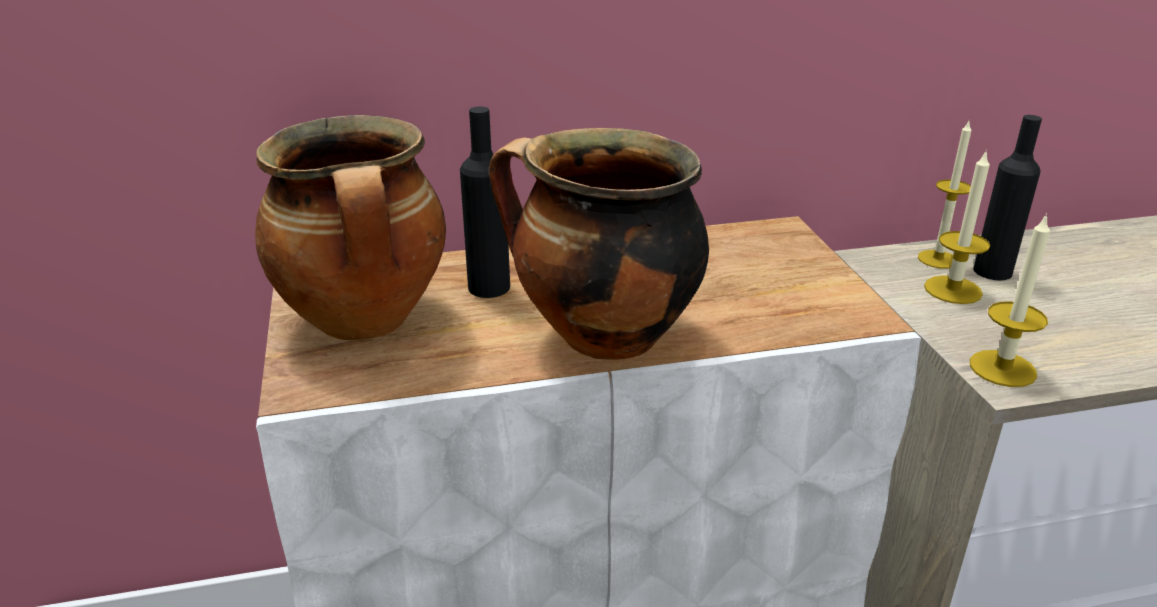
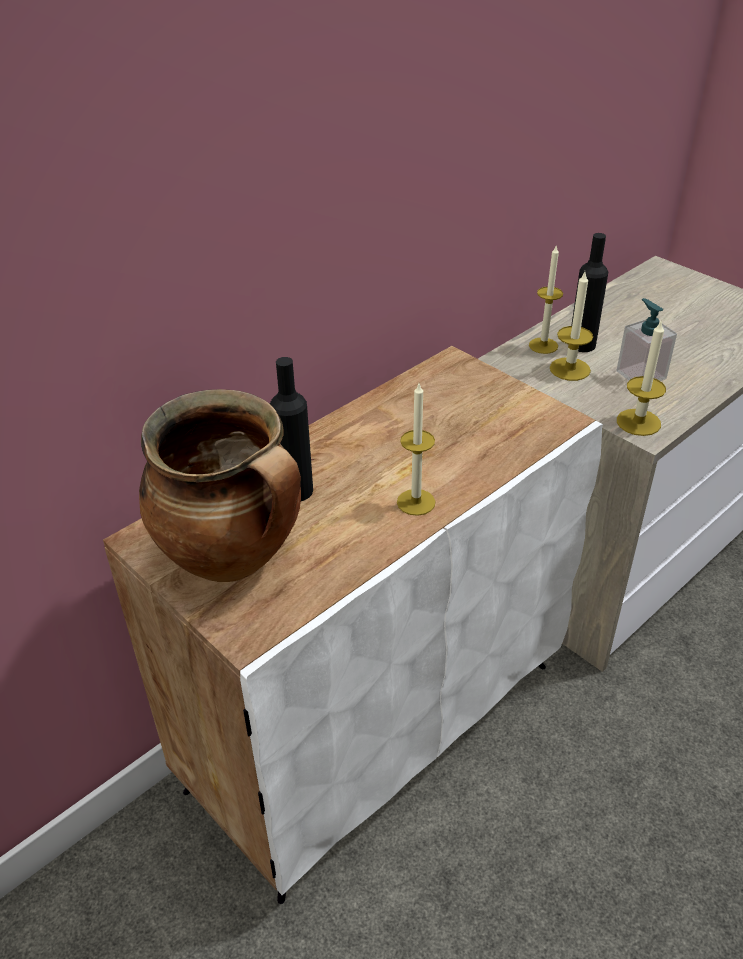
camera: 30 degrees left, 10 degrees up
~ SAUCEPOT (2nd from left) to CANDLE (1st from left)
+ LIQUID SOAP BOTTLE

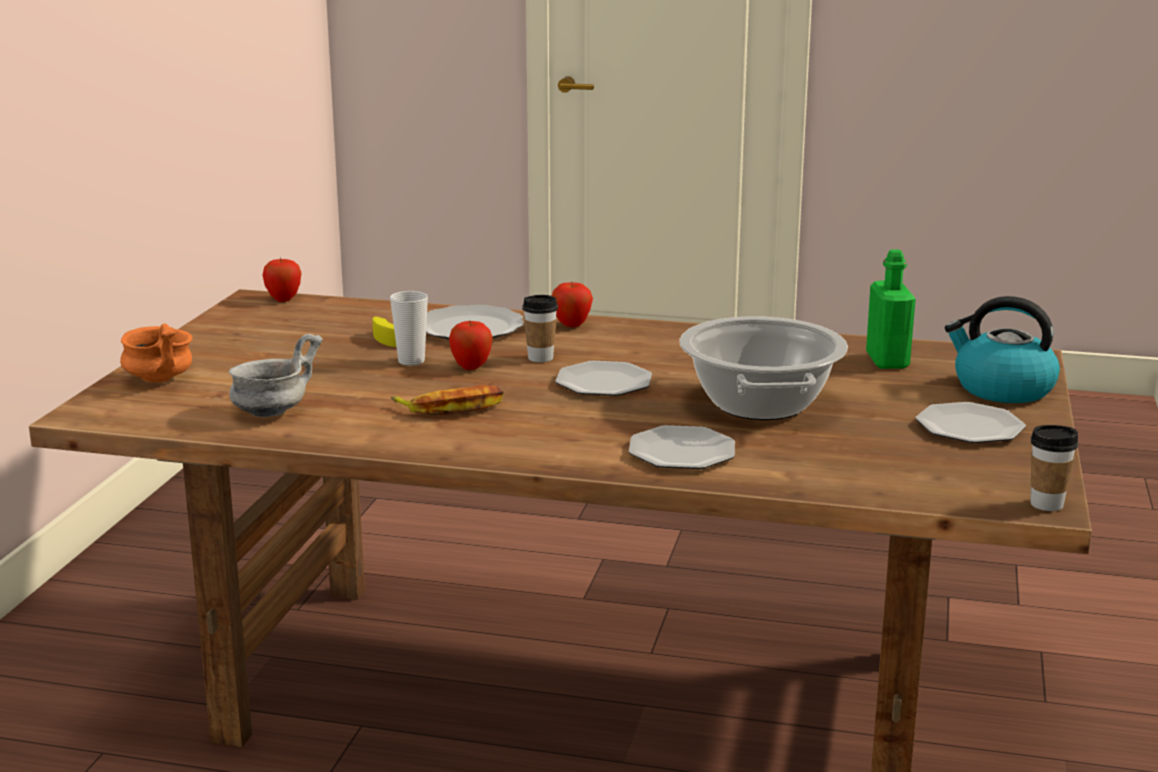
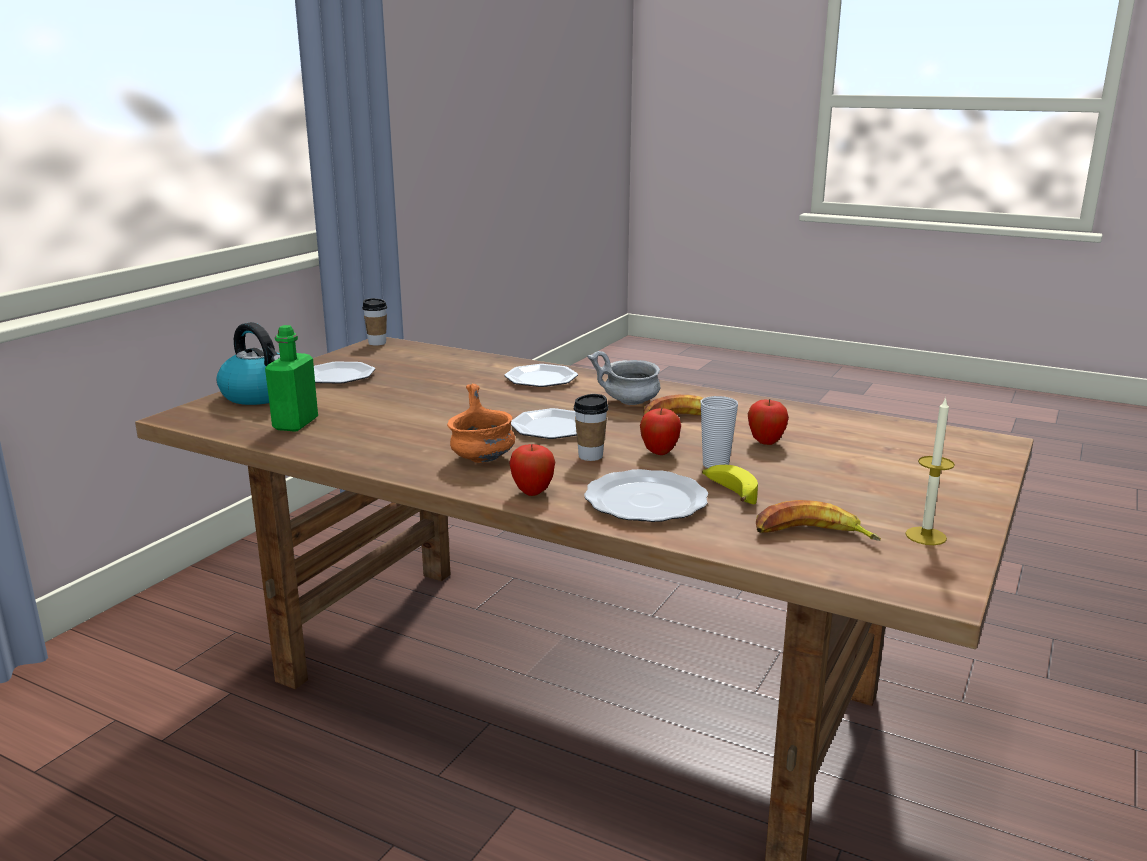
camera: 165 degrees left, 0 degrees up
~ WHOLE APPLE (1st from left in the first image) to WHOLE APPLE (3rd from left)
- SAUCEPOT
~ ORANGE-COLOURED DEEP DISH
~ GREY DEEP DISH
+ CANDLE
+ WHOLE BANANA (3rd from left)

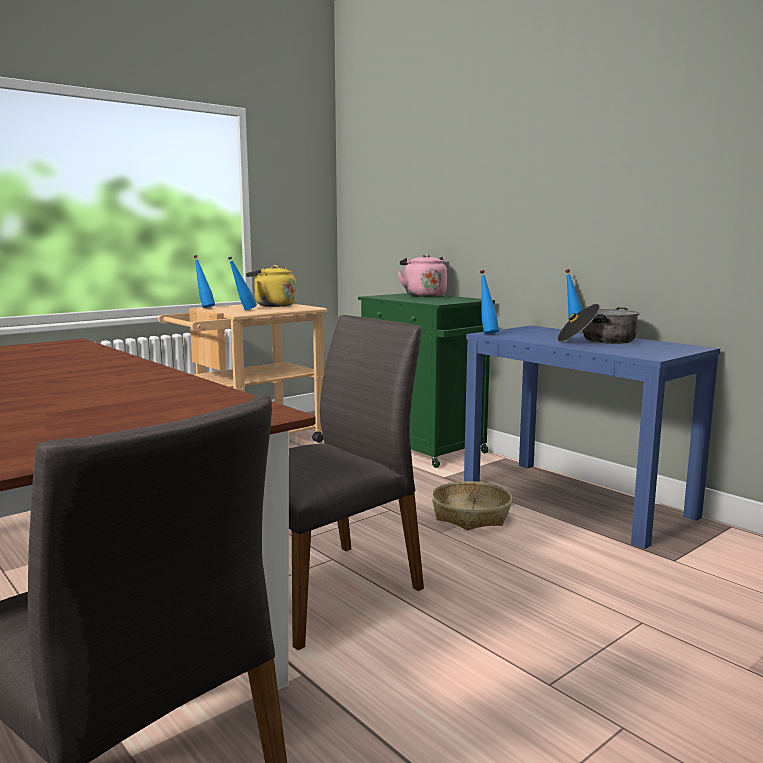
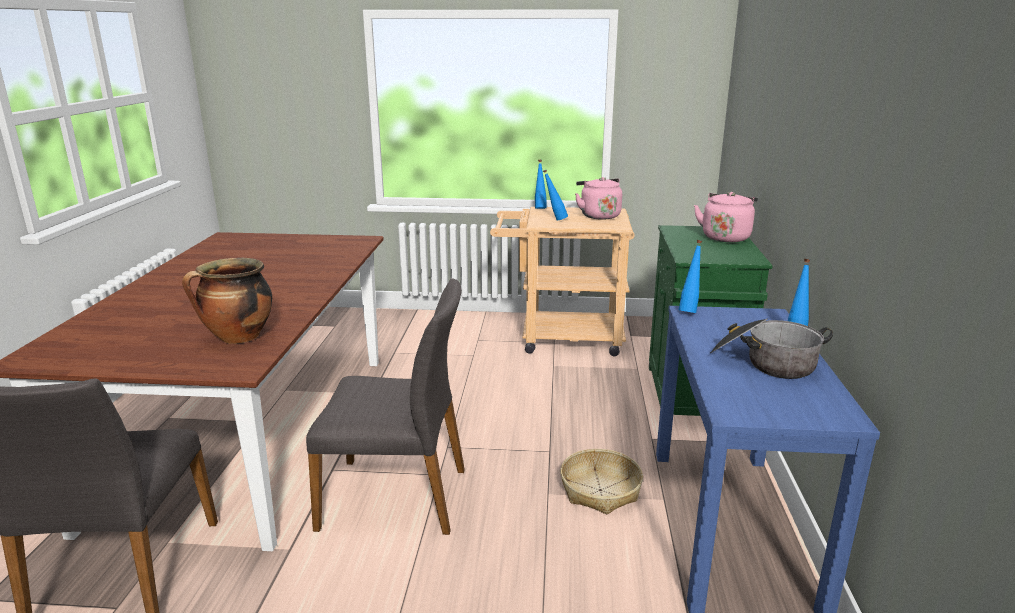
camera: 45 degrees right, 10 degrees up
~ YELLOWISH KETTLE to PINK KETTLE (1st from left)
+ SAUCEPOT (1st from left)

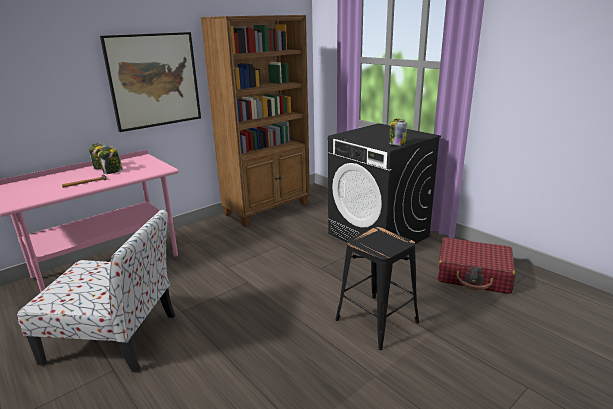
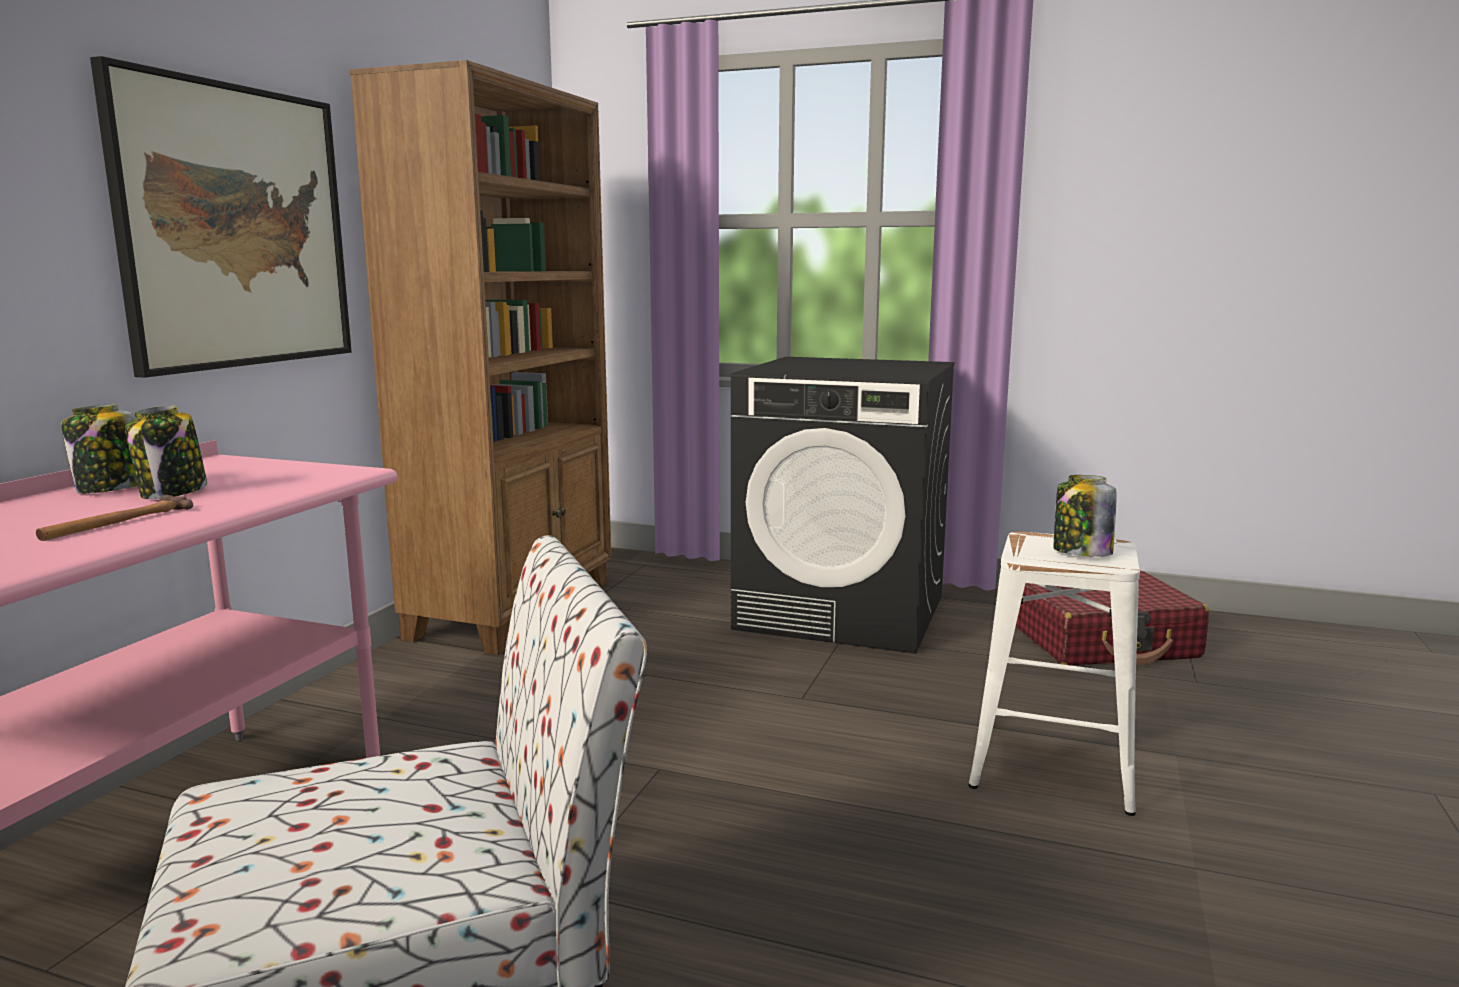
camera: 30 degrees left, 10 degrees down
~ JAR (3rd from left)
~ BLACK STOOL to WHITE STOOL

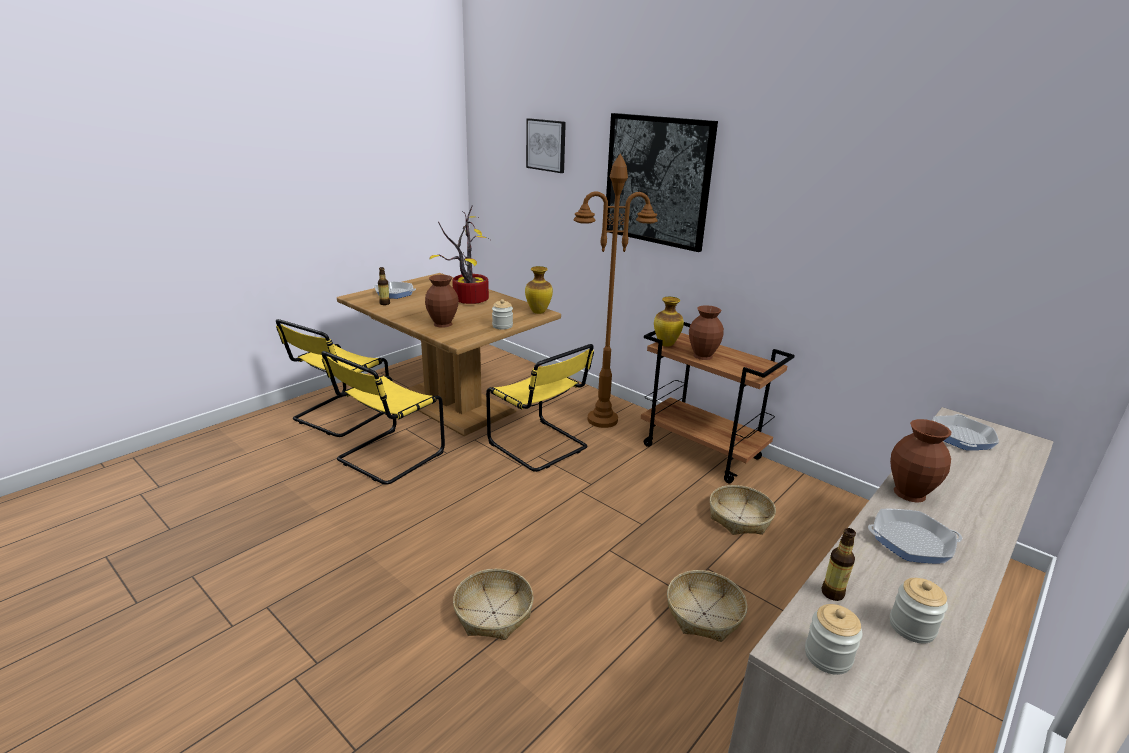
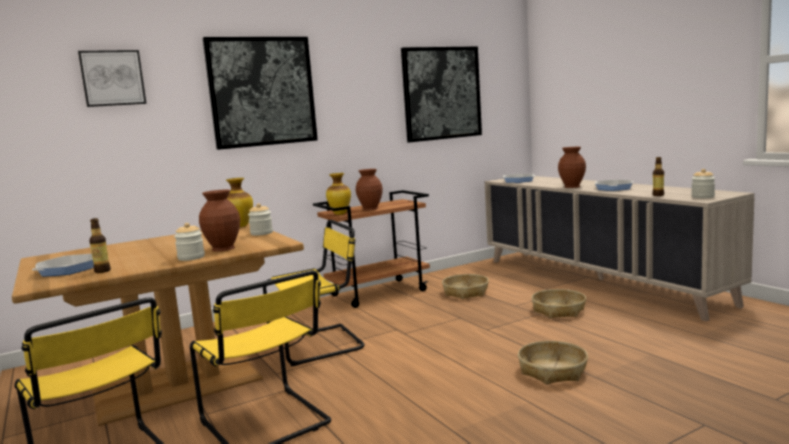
camera: 70 degrees left, 15 degrees down
- BROWNISH STANDARD LAMP
- POTTED PLANT
~ JAR (3rd from left in the first image) to JAR (1st from left)
+ WALL ART (3rd from left)

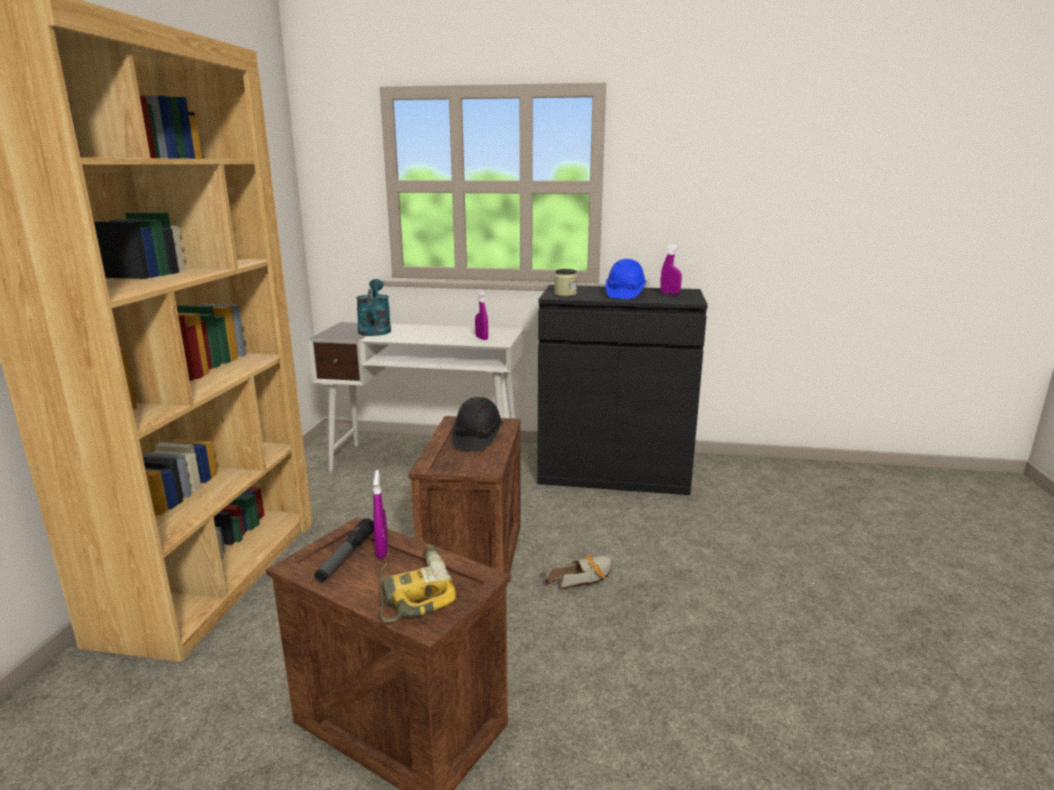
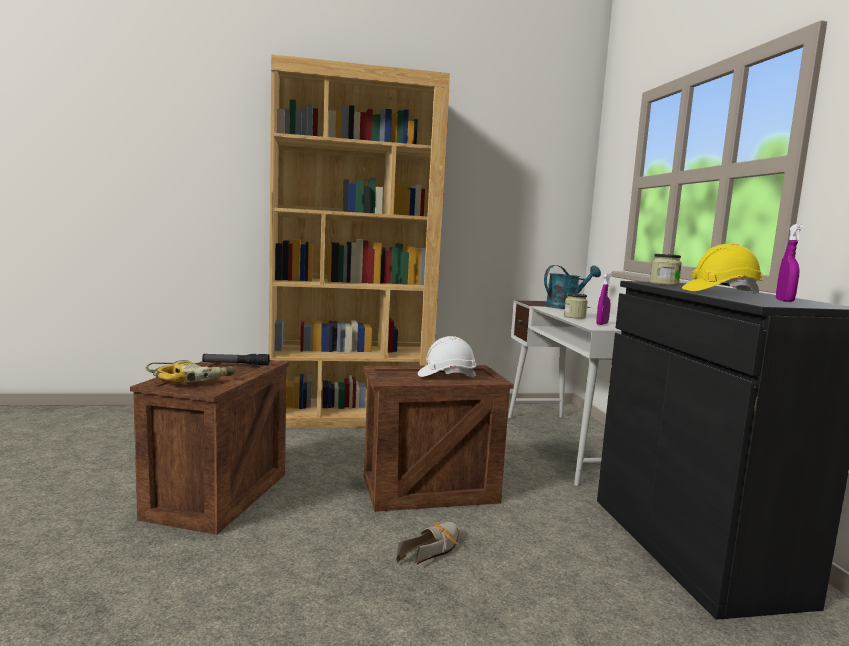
camera: 70 degrees right, 10 degrees down
~ BLUE-COLOURED HARD HAT to YELLOWISH HARD HAT
~ BLACK HARD HAT to WHITE HARD HAT
- PURPLISH HAND SPRAYER (1st from left)
~ ITEM OF FOOTWEAR 90 degrees counterclockwise
+ JAR (1st from left)

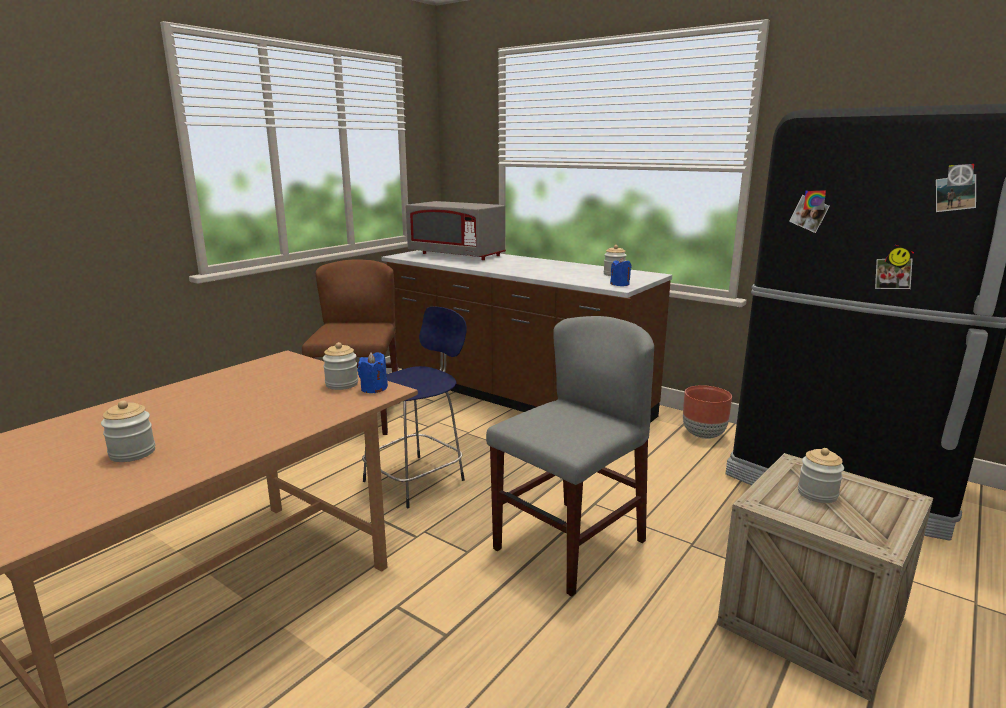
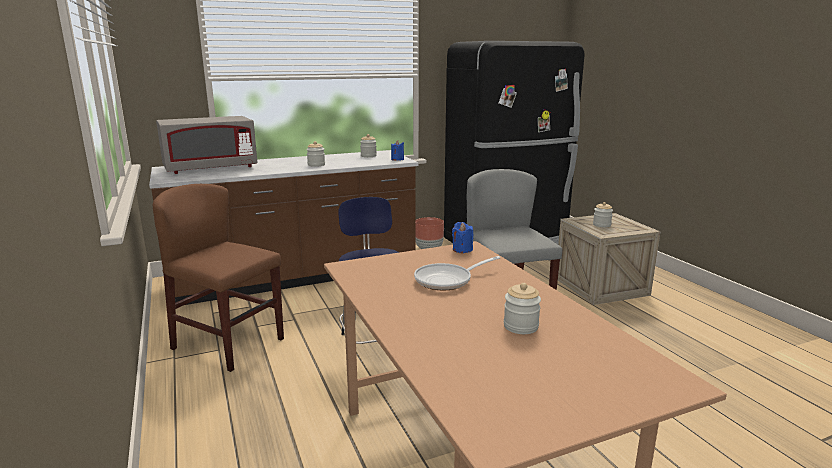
camera: 60 degrees left, 0 degrees up
~ JAR (2nd from left in the first image) to JAR (1st from left)
+ PAN

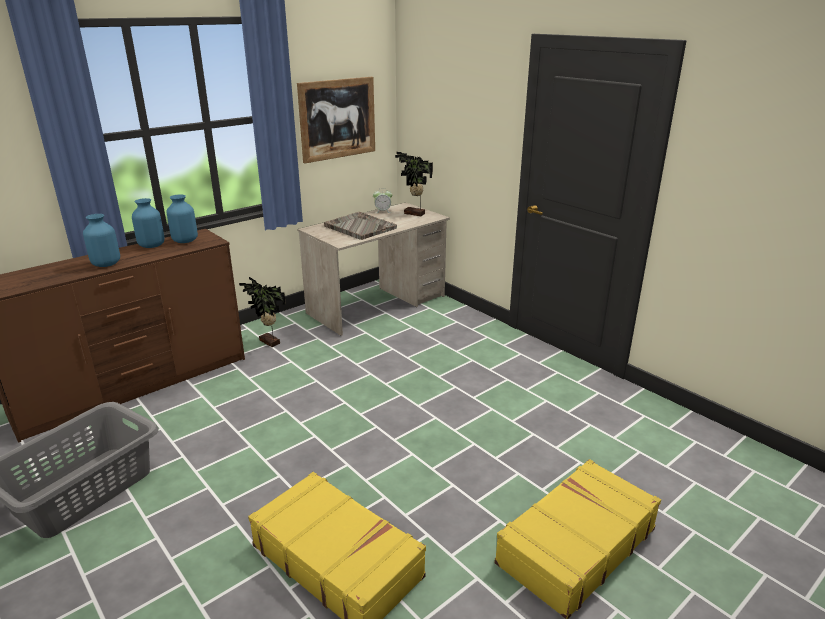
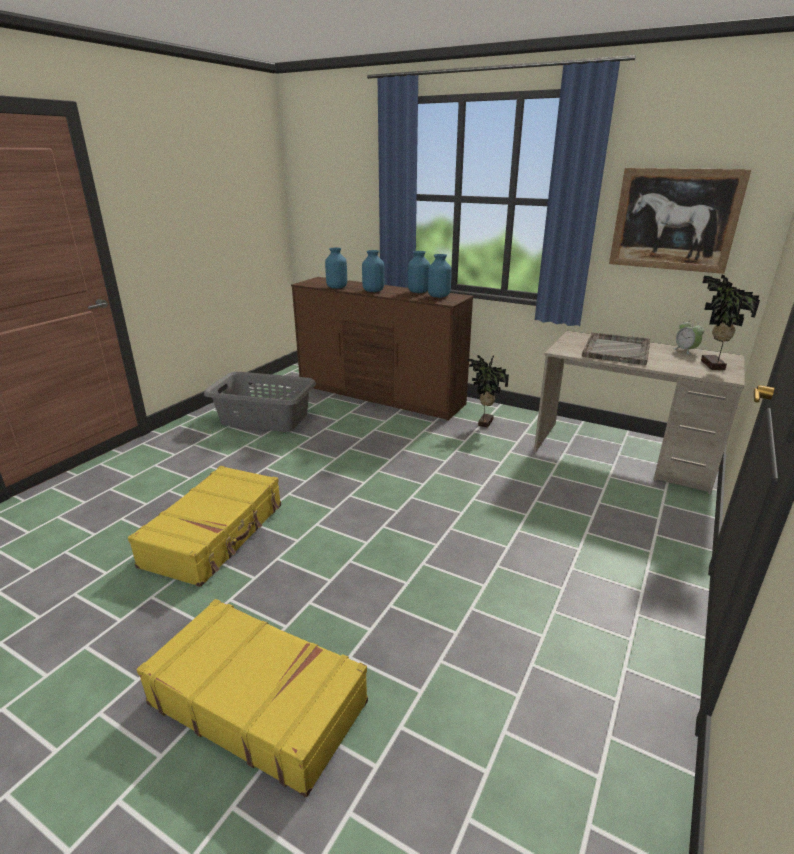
camera: 70 degrees right, 0 degrees up
+ BLUE-COLOURED FLOWER VASE (1st from left)

